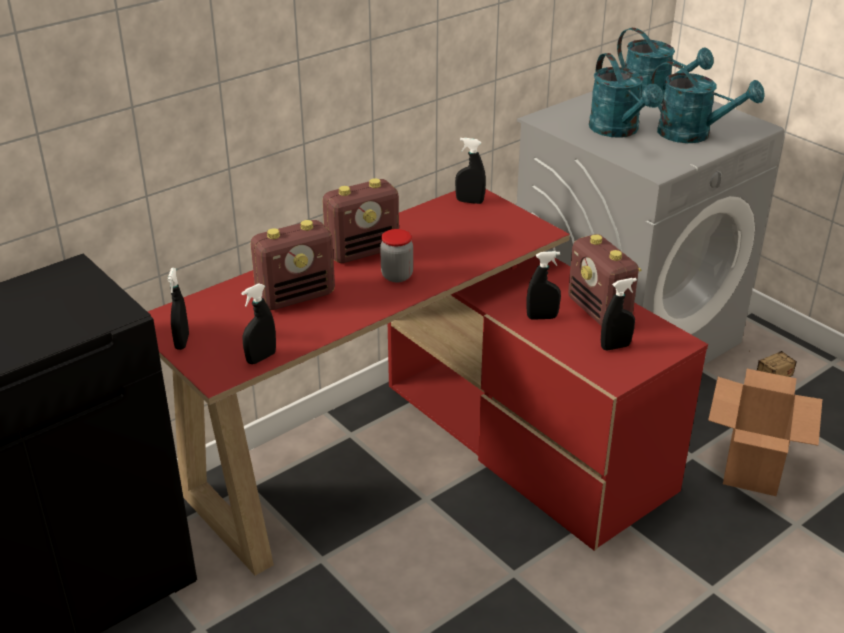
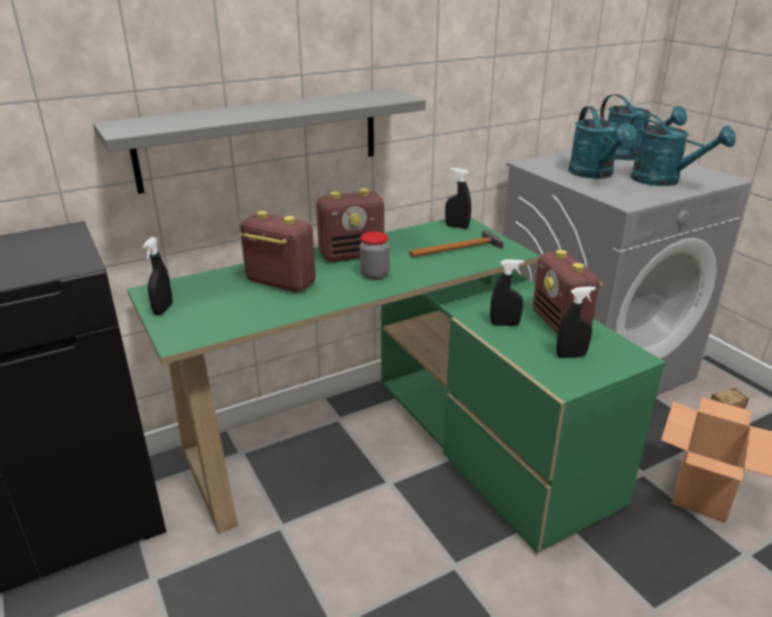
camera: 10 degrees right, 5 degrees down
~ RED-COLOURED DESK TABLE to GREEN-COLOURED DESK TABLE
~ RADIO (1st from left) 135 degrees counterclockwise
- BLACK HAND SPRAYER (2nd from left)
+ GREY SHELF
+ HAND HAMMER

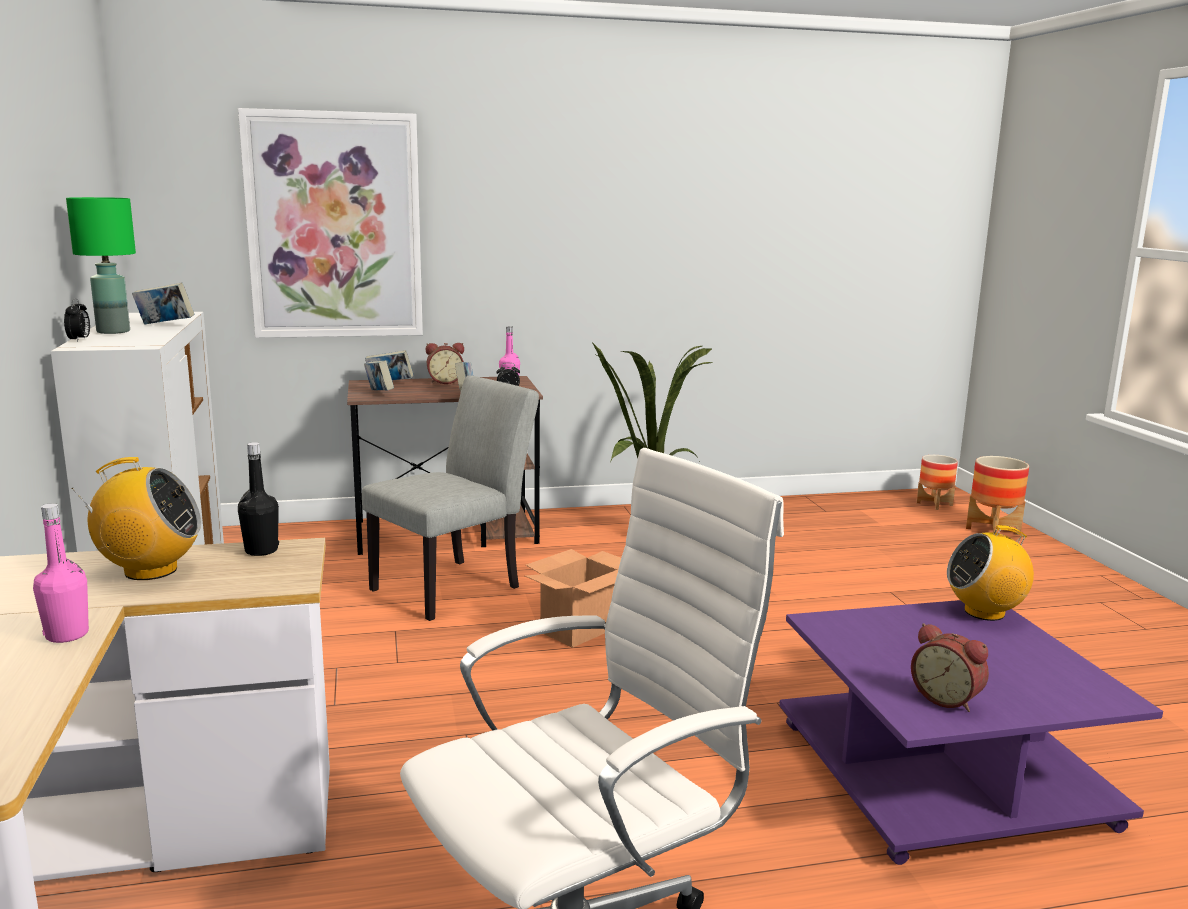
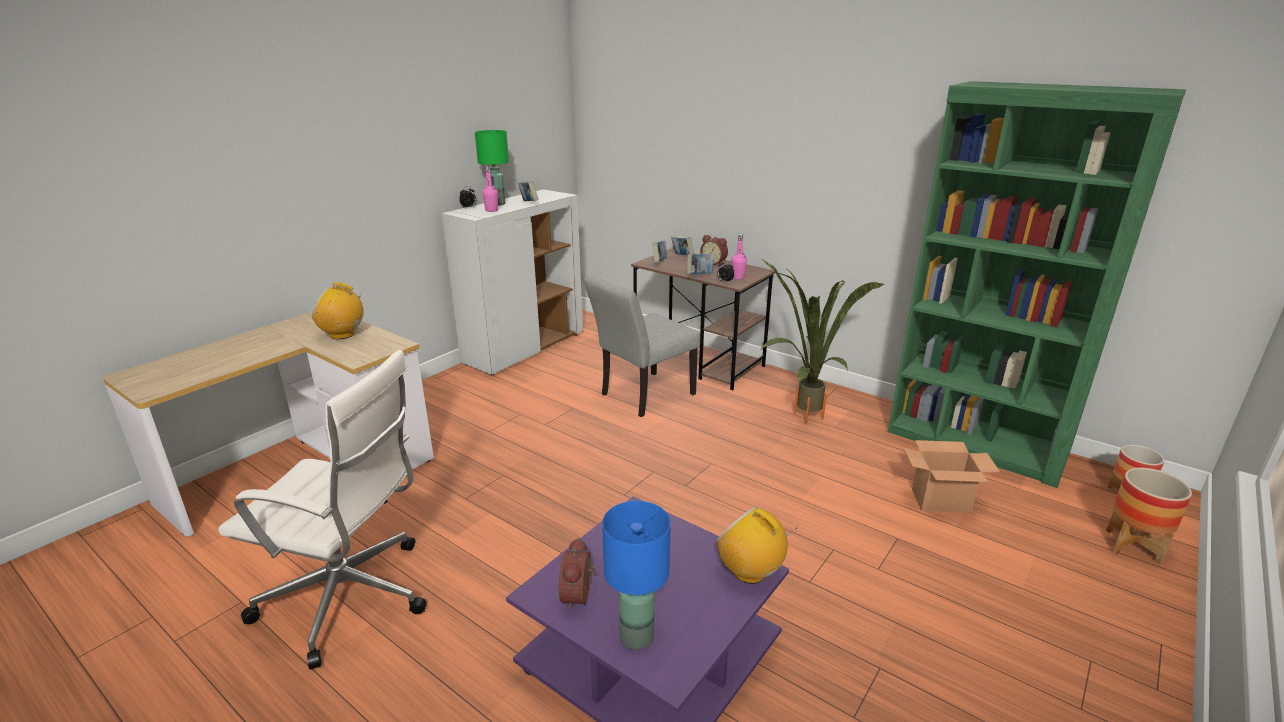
camera: 50 degrees right, 10 degrees up
- WALL ART
~ GREY UPRIGHT CHAIR 135 degrees clockwise
- BLACK BOTTLE
~ RADIO (1st from left) 135 degrees clockwise
~ PINK BOTTLE (1st from left)
~ PACKING BOX
+ GREEN-COLOURED BOOKCASE
+ BLUE-COLOURED LAMP FOR A TABLE

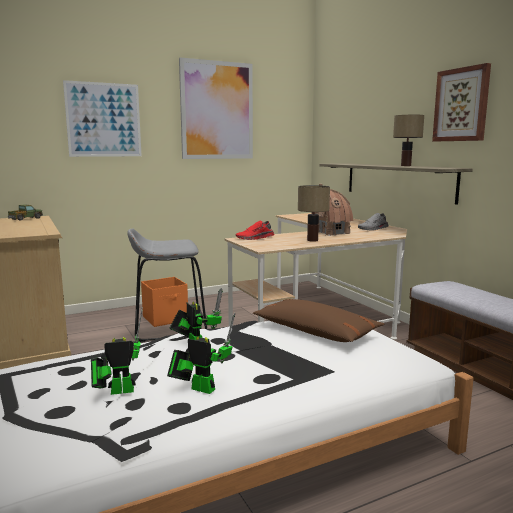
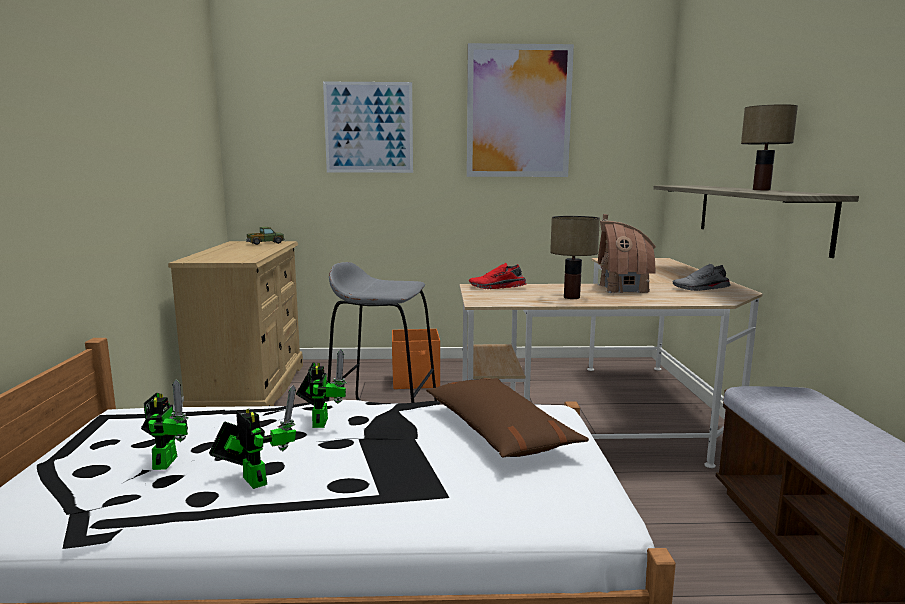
camera: 25 degrees right, 0 degrees up
- WALL ART (3rd from left)
~ TOY ROBOT (1st from left) 75 degrees clockwise

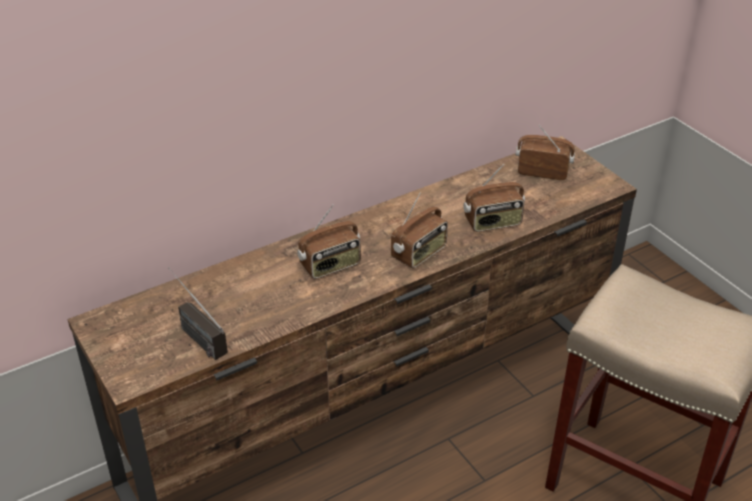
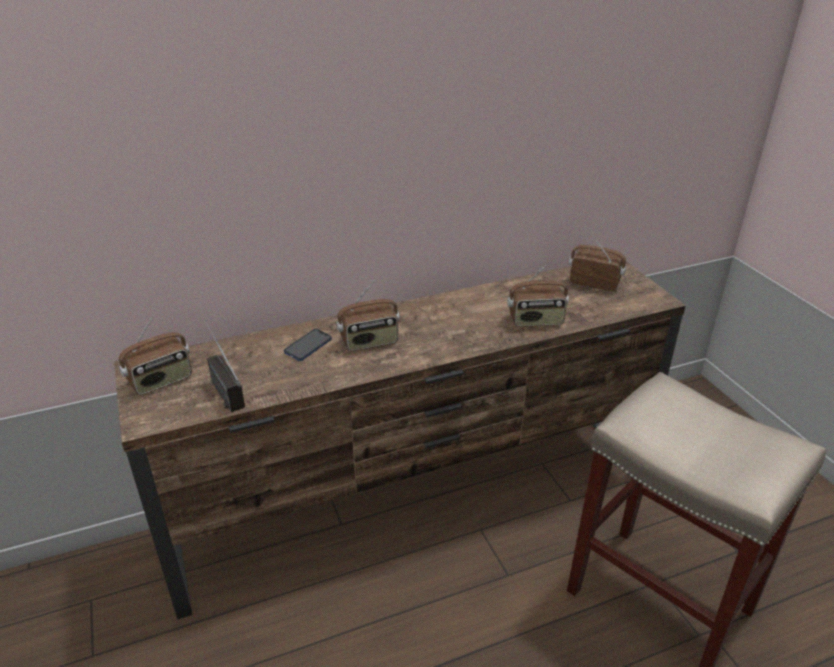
camera: 10 degrees right, 5 degrees down
~ RADIO (3rd from left in the first image) to RADIO (1st from left)
+ PHONE

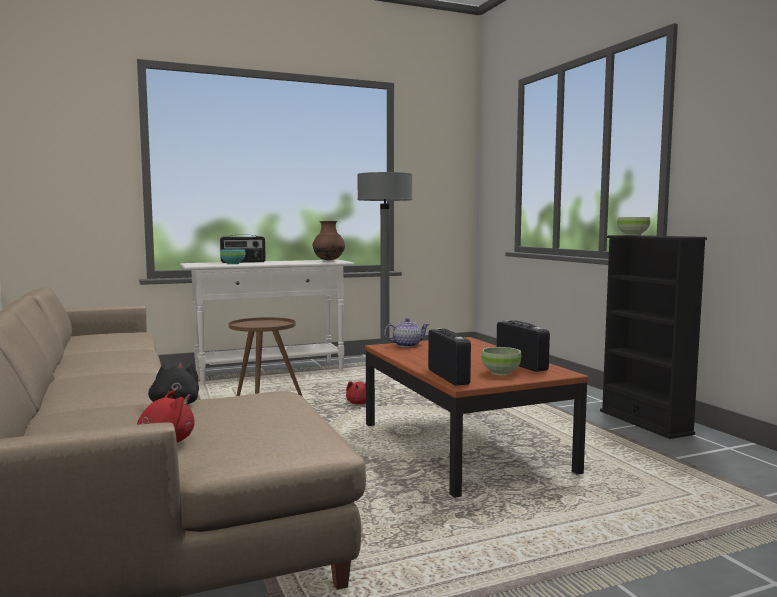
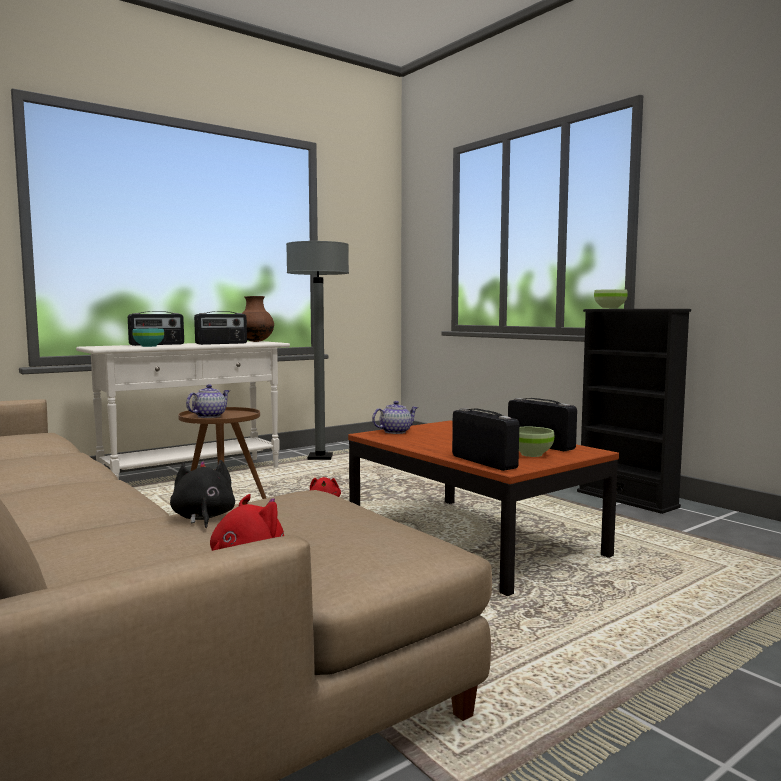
camera: 15 degrees left, 0 degrees up
+ RADIO (2nd from left)
+ TEA POT (1st from left)

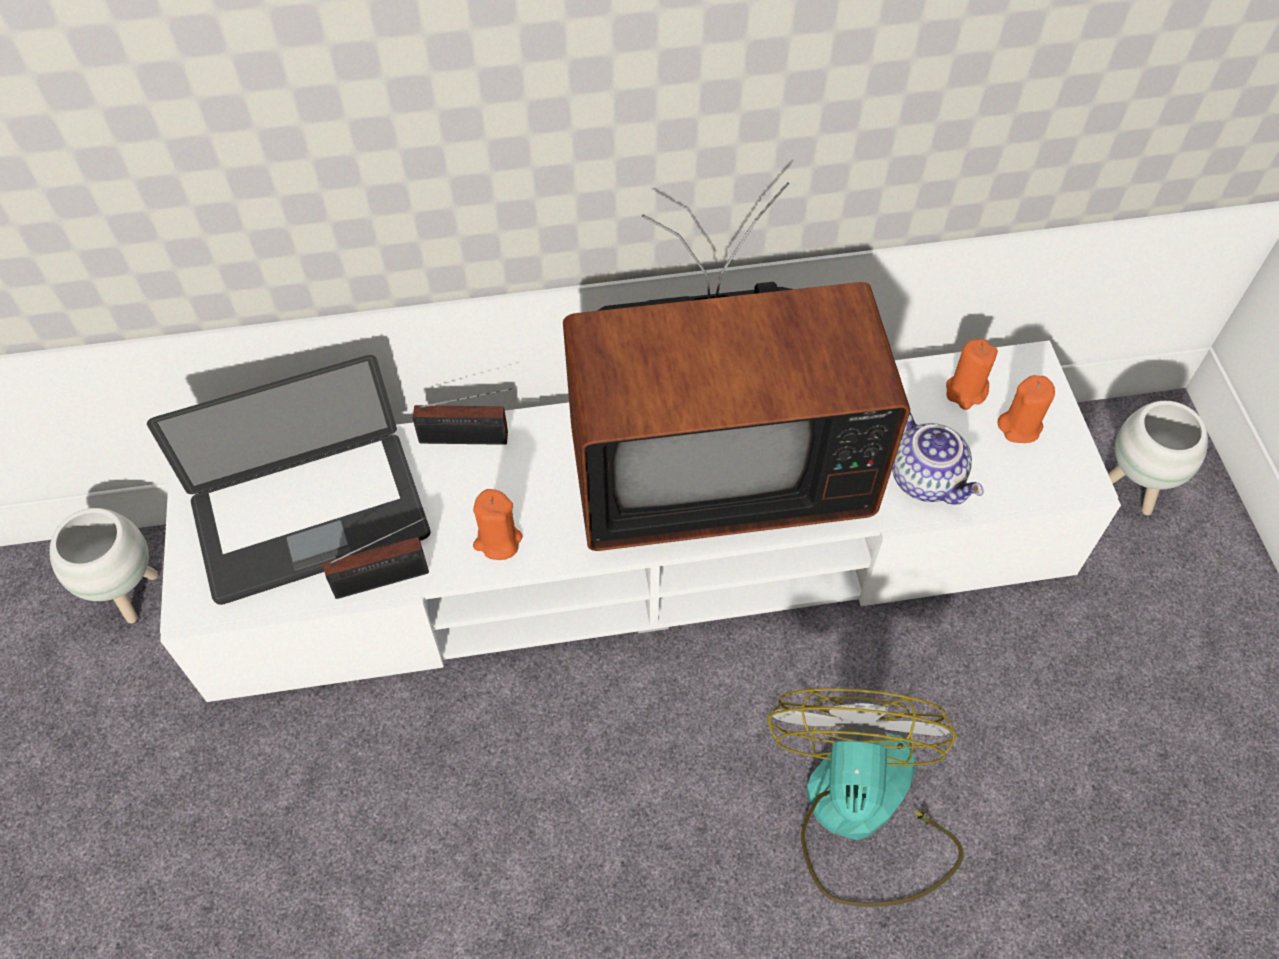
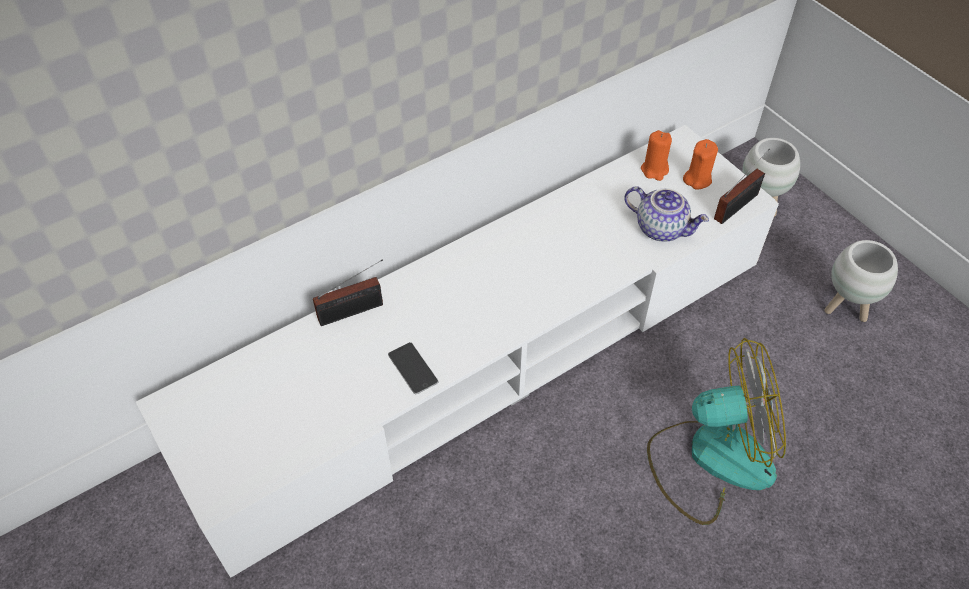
camera: 25 degrees left, 5 degrees down
- TV
- LAPTOP
~ ORANGE-COLOURED CANDLE (1st from left) to PHONE
~ WHITE FLOWER POT (1st from left in the first image) to WHITE FLOWER POT (2nd from left)
~ RADIO (1st from left in the first image) to RADIO (2nd from left)
~ ELECTRIC FAN 105 degrees clockwise

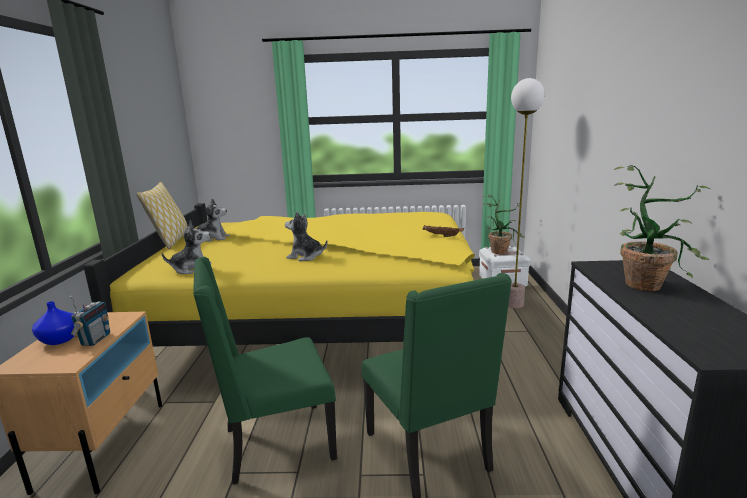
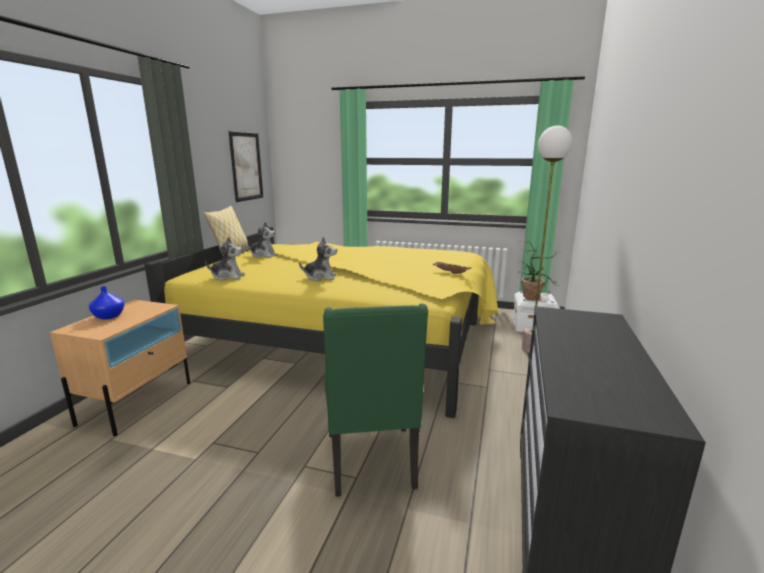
camera: 15 degrees right, 0 degrees up
- POTTED PLANT (2nd from left)
~ SOFT TOY (3rd from left) 150 degrees clockwise
- GREEN-COLOURED UPRIGHT CHAIR (1st from left)
- RADIO
+ WALL ART

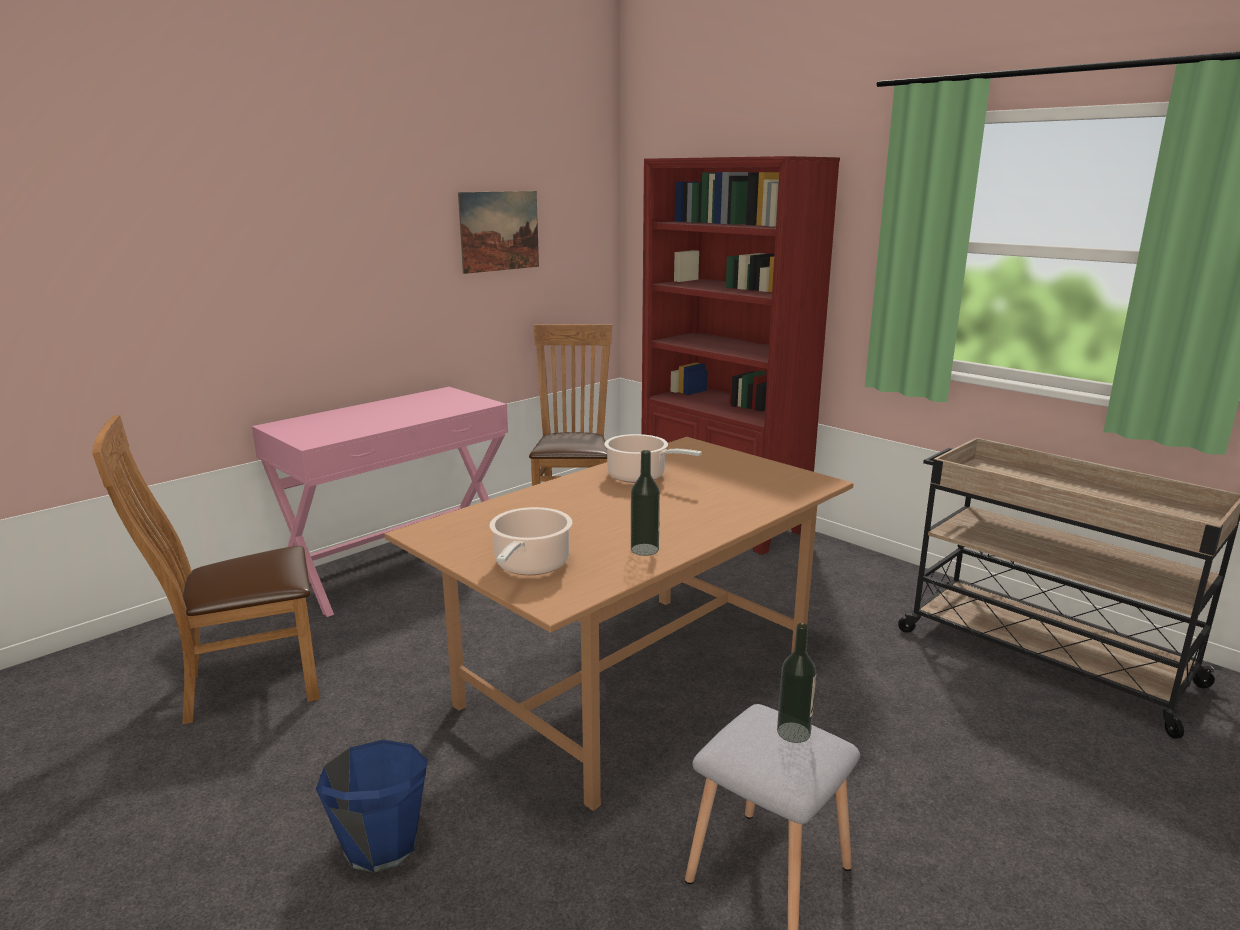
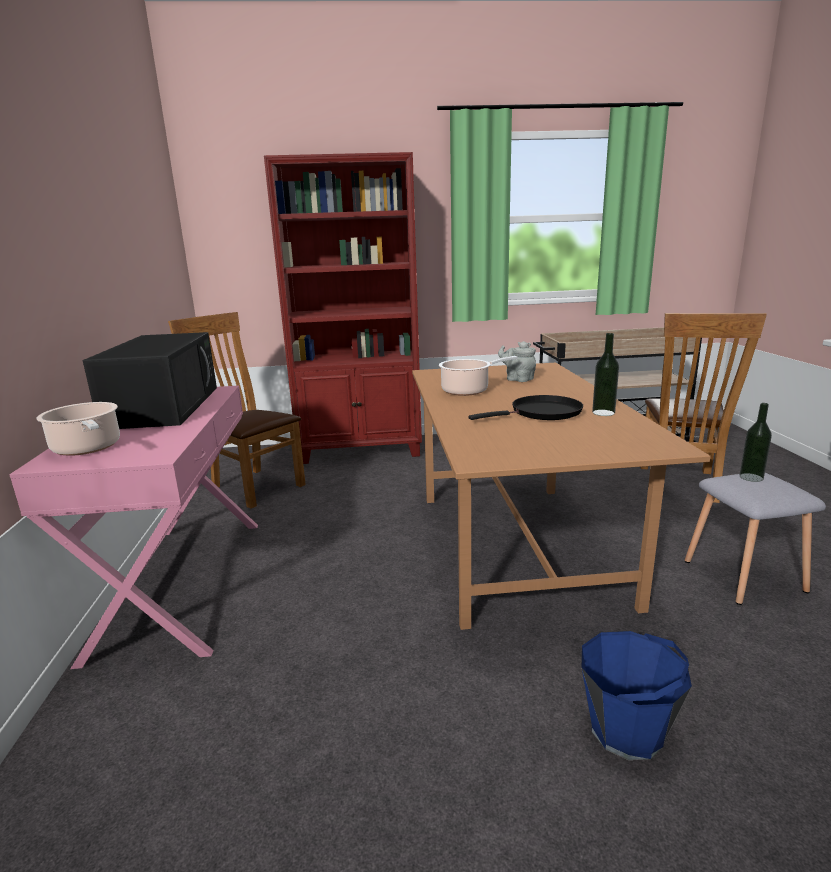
camera: 50 degrees left, 0 degrees up
- WALL ART
~ BROWNISH UPRIGHT CHAIR (1st from left in the first image) to BROWNISH UPRIGHT CHAIR (2nd from left)
~ SAUCEPOT (1st from left)
+ BLACK KITCHEN MICROWAVE
+ GREY TEA POT
+ BLACK PAN

